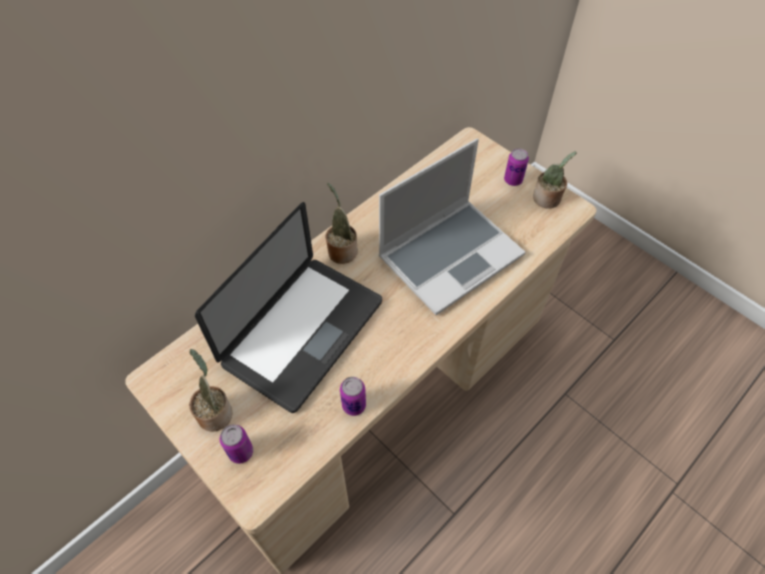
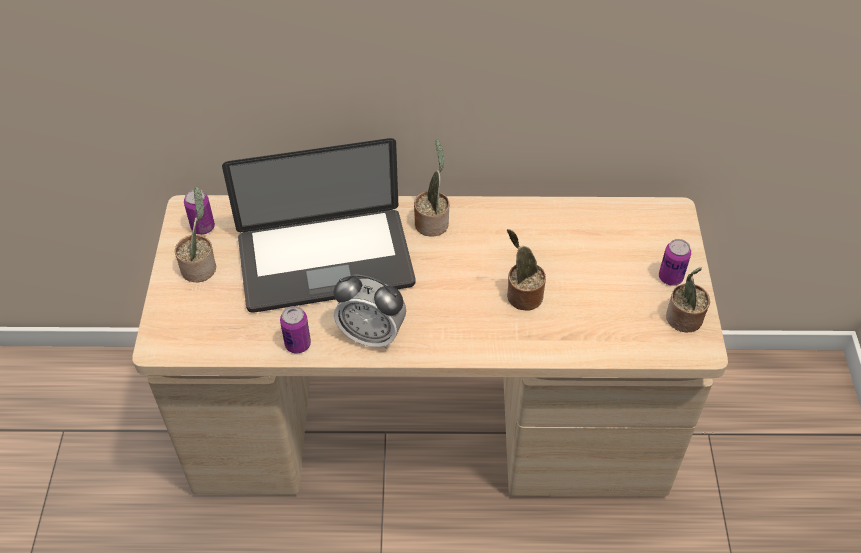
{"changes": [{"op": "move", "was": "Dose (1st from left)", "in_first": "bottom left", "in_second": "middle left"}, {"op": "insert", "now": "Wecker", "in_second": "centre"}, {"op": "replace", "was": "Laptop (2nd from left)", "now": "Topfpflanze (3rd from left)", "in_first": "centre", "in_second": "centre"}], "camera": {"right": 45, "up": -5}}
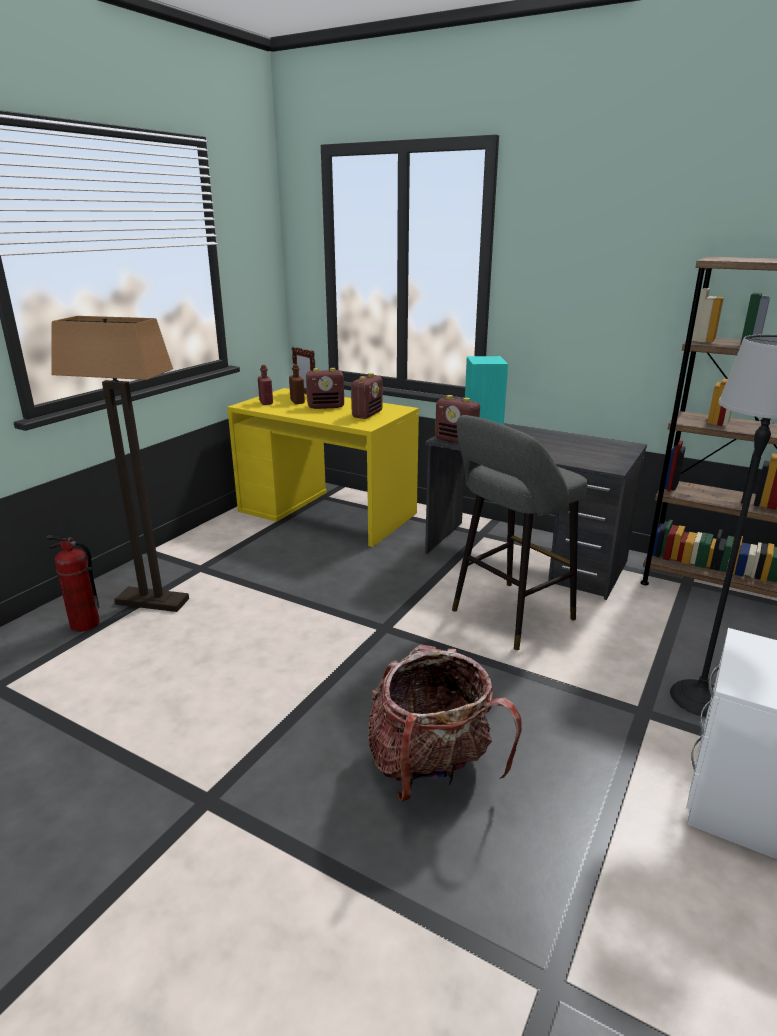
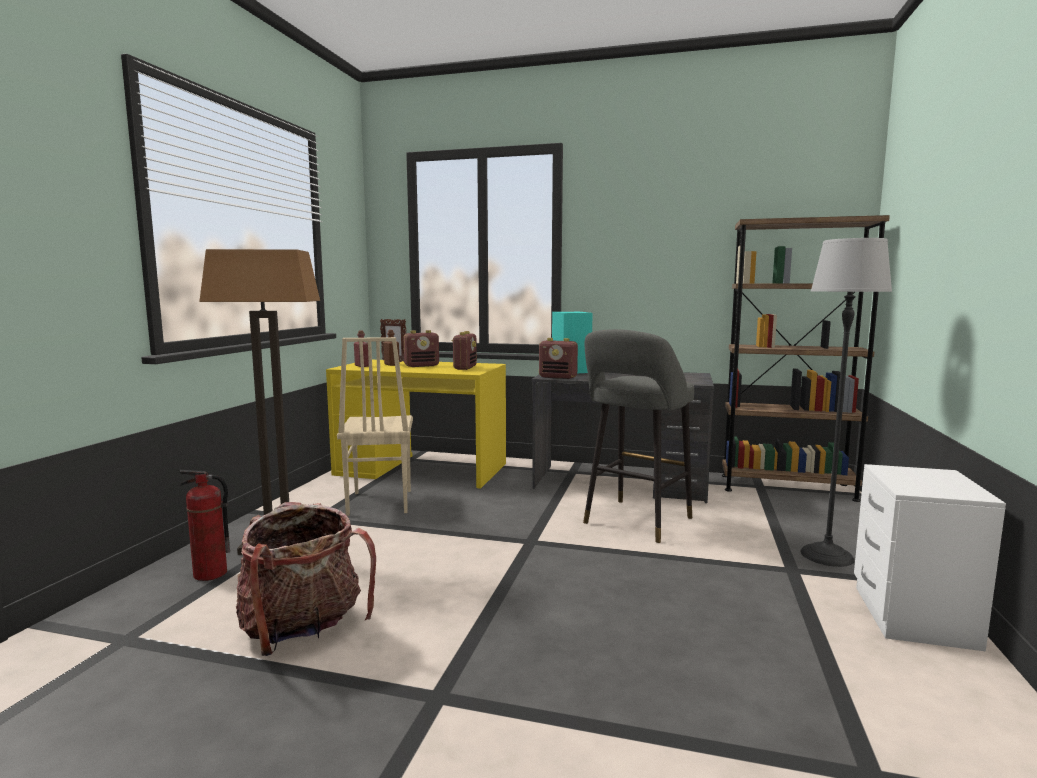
{"changes": [{"op": "move", "was": "Rucksack", "in_first": "bottom centre", "in_second": "bottom left"}, {"op": "insert", "now": "Stuhl/beige", "in_second": "centre"}], "camera": {"right": -15, "up": -15}}
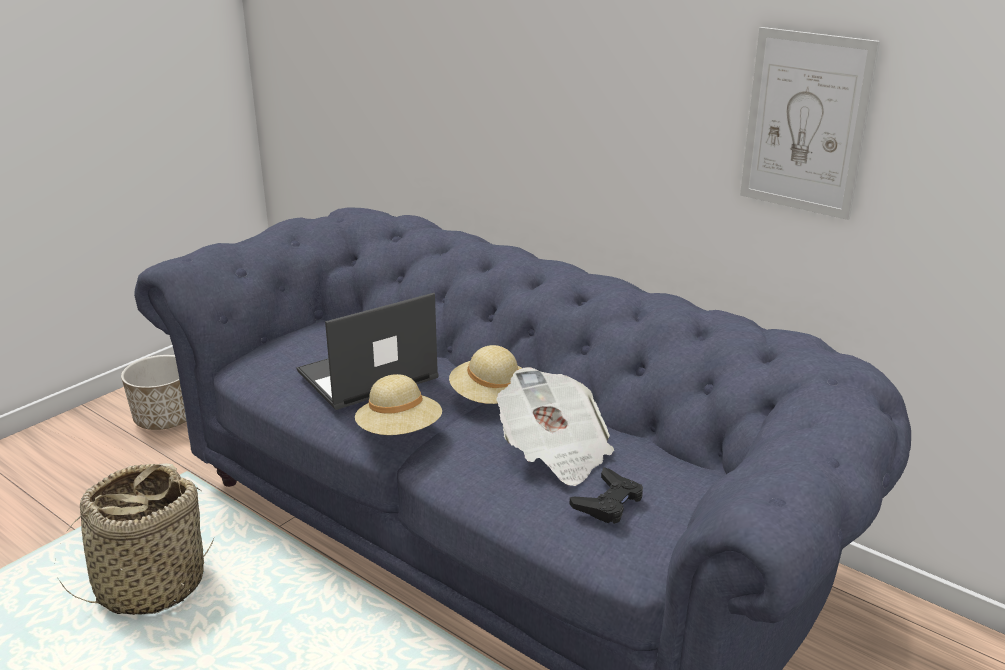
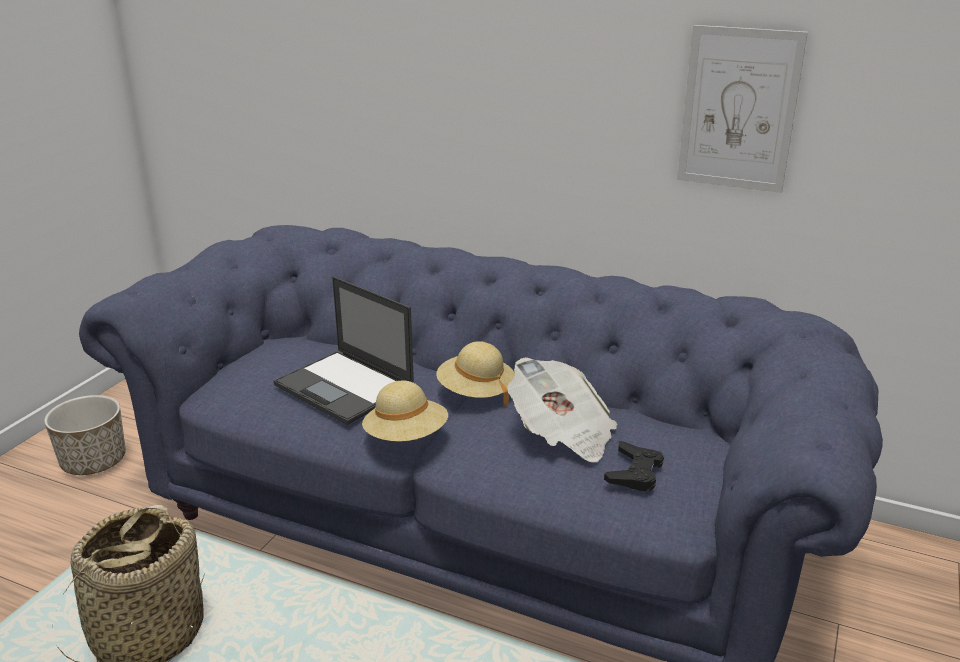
{"changes": [{"op": "rotate", "was": "Laptop", "in_first": "centre", "in_second": "centre", "clockwise": -90}], "camera": {"right": -15, "up": 0}}
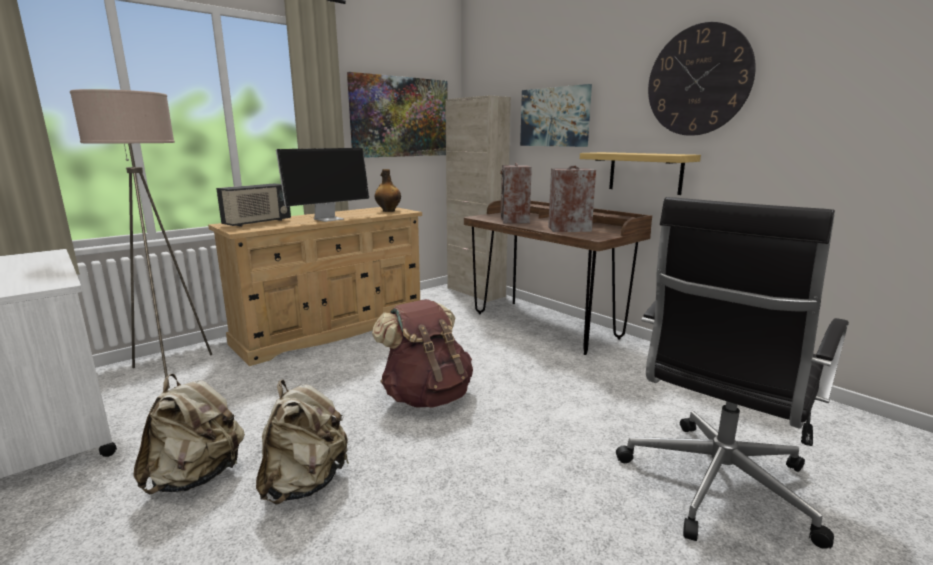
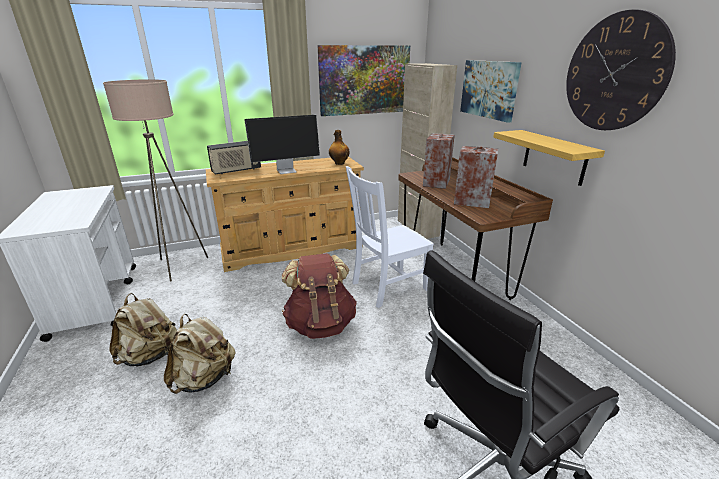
{"changes": [{"op": "insert", "now": "Stuhl/weiß", "in_second": "centre"}], "camera": {"right": 20, "up": 10}}
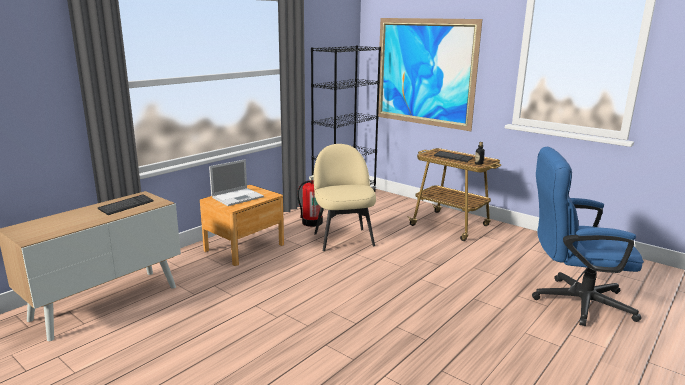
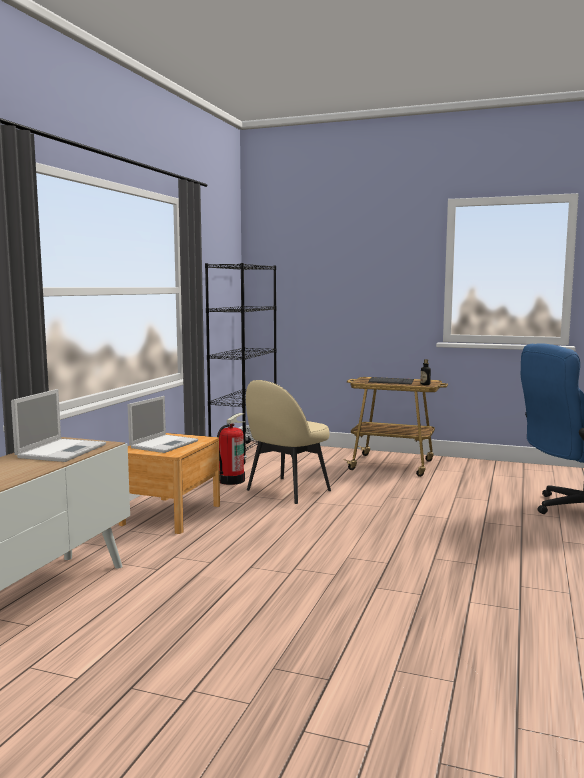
{"changes": [{"op": "replace", "was": "Tastatur (1st from left)", "now": "Laptop (1st from left)", "in_first": "middle left", "in_second": "middle left"}, {"op": "rotate", "was": "Stuhl/beige", "in_first": "centre", "in_second": "centre", "clockwise": -105}, {"op": "delete", "was": "Bild", "in_first": "top centre"}], "camera": {"right": -20, "up": -10}}
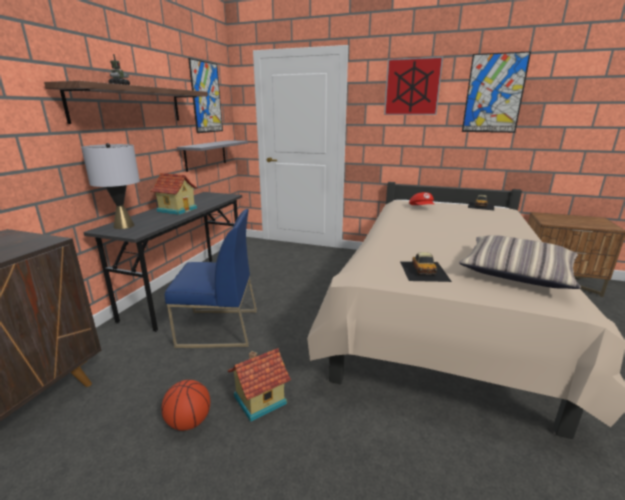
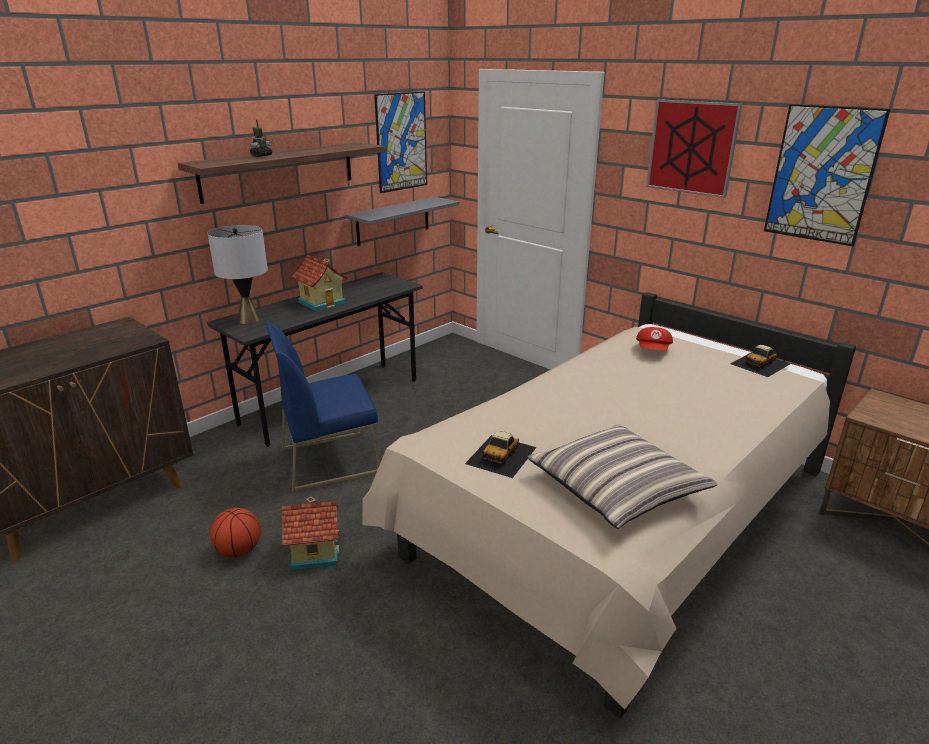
{"changes": [{"op": "rotate", "was": "Stuhl/blau", "in_first": "centre", "in_second": "centre", "clockwise": 135}], "camera": {"right": 25, "up": 5}}
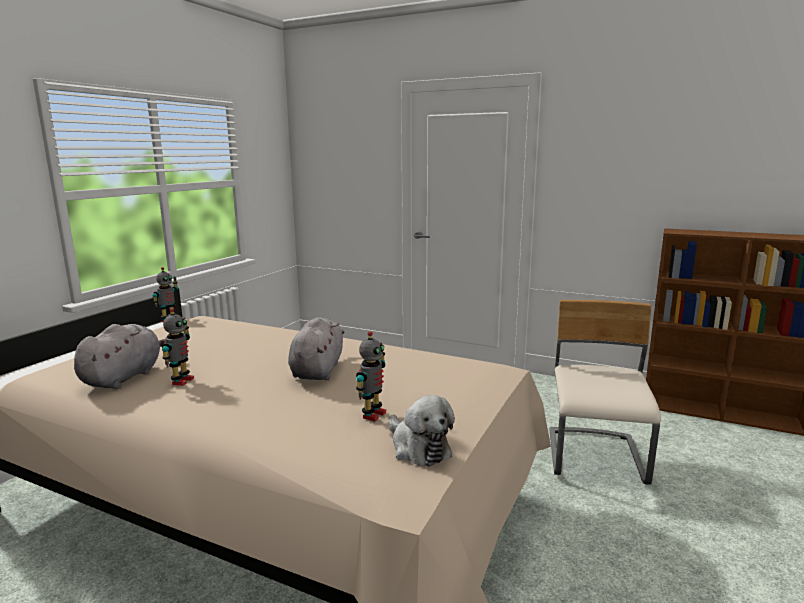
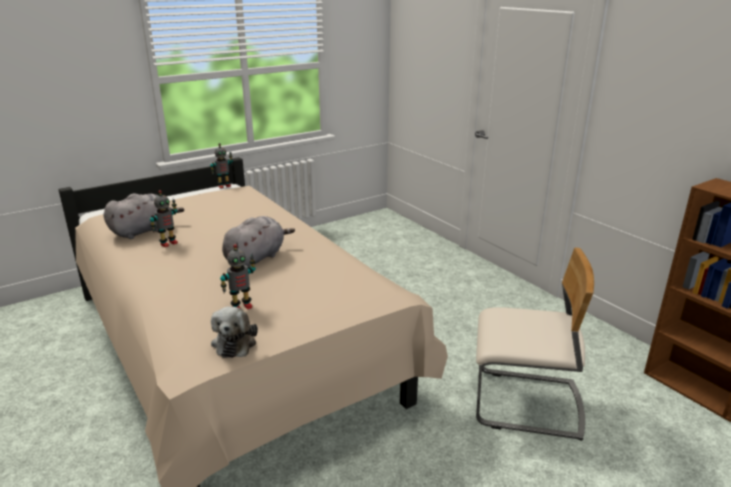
{"changes": [{"op": "rotate", "was": "Stuhl/beige", "in_first": "middle right", "in_second": "bottom right", "clockwise": 60}], "camera": {"right": 30, "up": 10}}
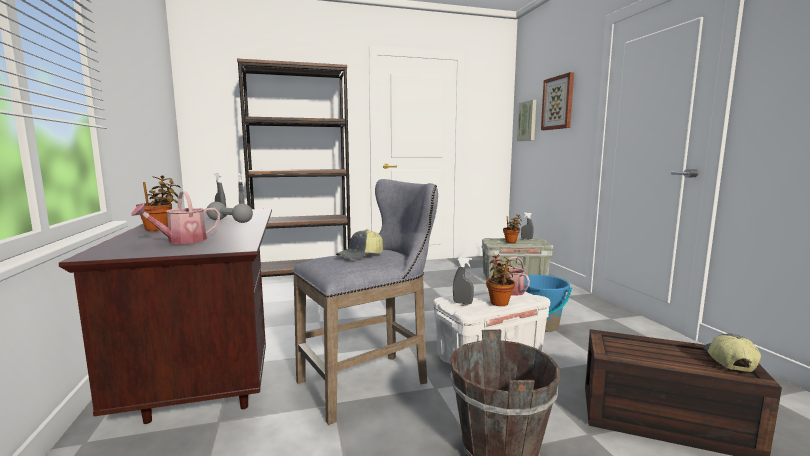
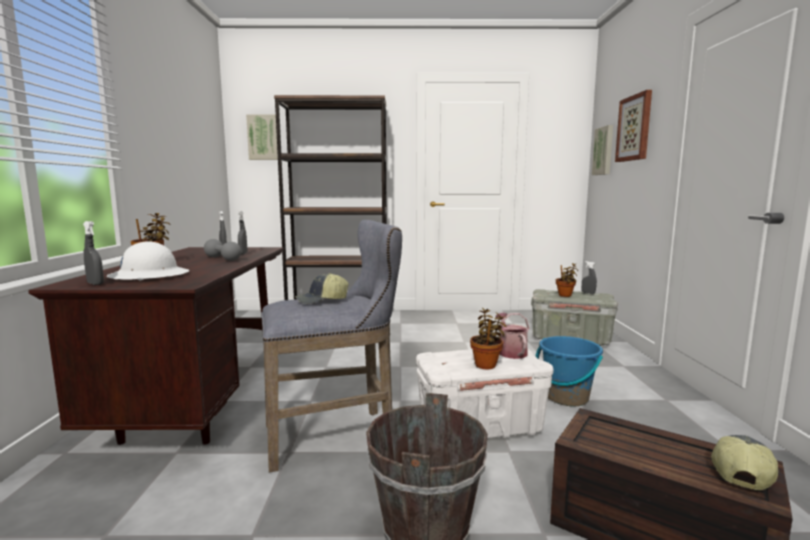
{"changes": [{"op": "move", "was": "Sprühflasche/grau (3rd from left in the first image)", "now": "Sprühflasche/grau (1st from left)", "in_first": "centre", "in_second": "middle left"}, {"op": "replace", "was": "Gießkanne (1st from left)", "now": "Schutzhelm/weiß", "in_first": "middle left", "in_second": "middle left"}, {"op": "insert", "now": "Bild (1st from left)", "in_second": "top left"}], "camera": {"right": 15, "up": 0}}
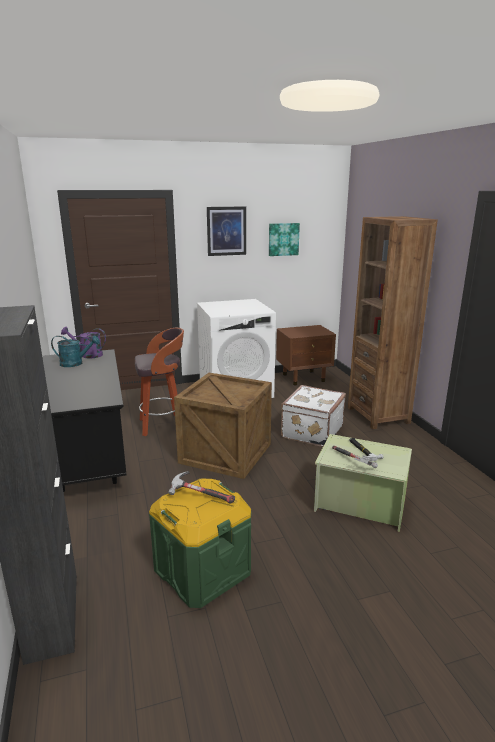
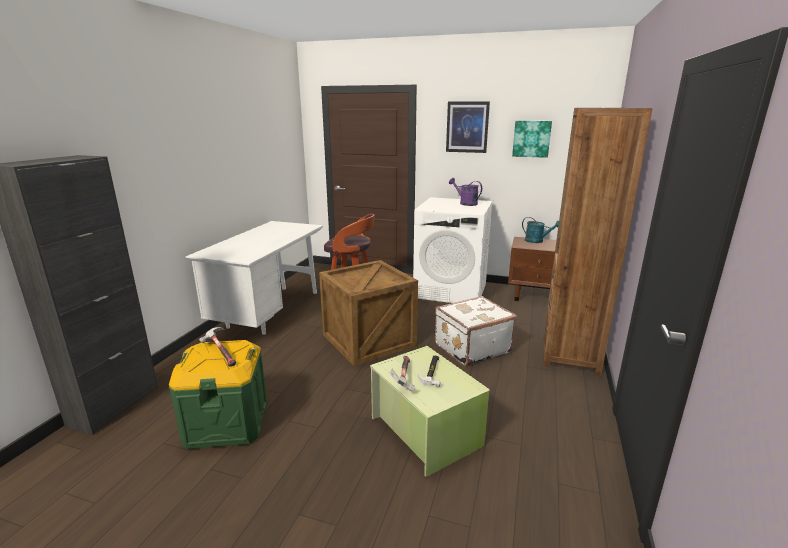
{"changes": [{"op": "recolor", "was": "Schreibtisch/schwarz", "now": "Schreibtisch/weiß", "in_first": "middle left", "in_second": "middle left"}, {"op": "move", "was": "Gießkanne/lila", "in_first": "middle left", "in_second": "centre"}, {"op": "move", "was": "Gießkanne/türkis", "in_first": "middle left", "in_second": "middle right"}], "camera": {"right": 35, "up": 0}}
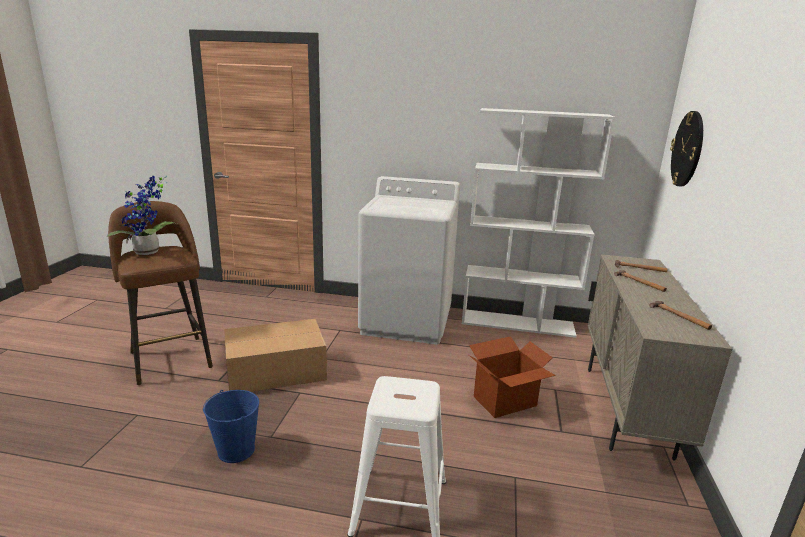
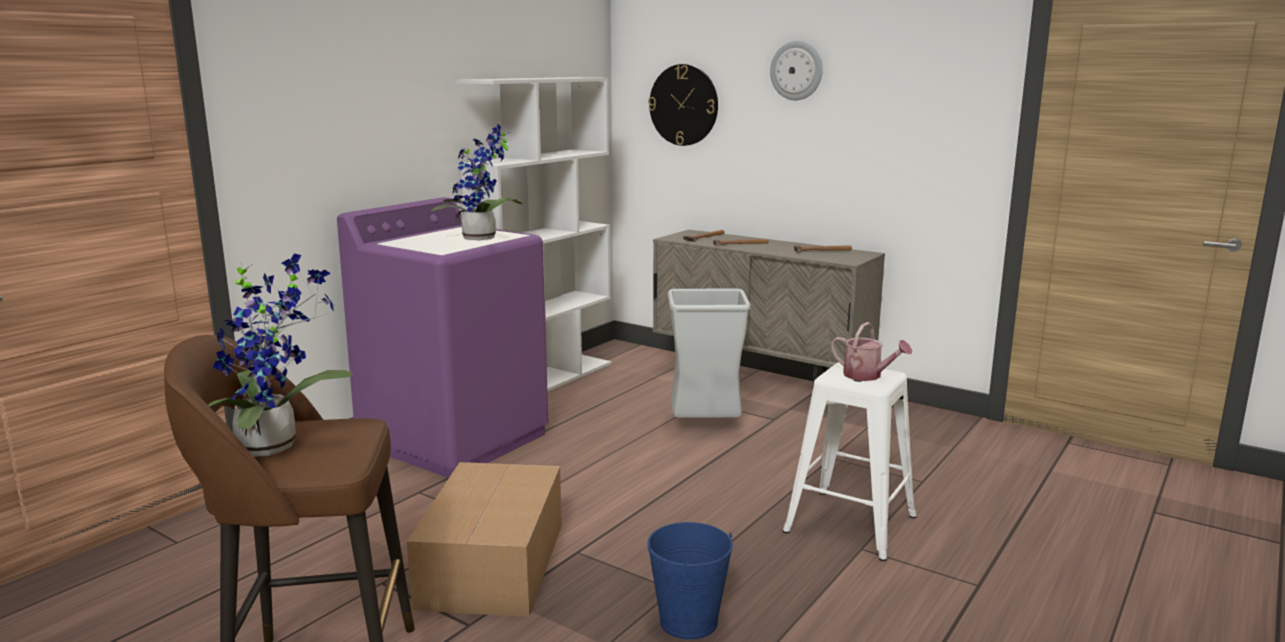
{"changes": [{"op": "recolor", "was": "Waschmaschine/weiß", "now": "Waschmaschine/lila", "in_first": "centre", "in_second": "centre"}, {"op": "insert", "now": "Topfpflanze (2nd from left)", "in_second": "top centre"}, {"op": "replace", "was": "Karton (2nd from left)", "now": "Mülleimer/grau", "in_first": "bottom centre", "in_second": "centre"}, {"op": "insert", "now": "Wanduhr (2nd from left)", "in_second": "top centre"}, {"op": "insert", "now": "Gießkanne", "in_second": "middle right"}], "camera": {"right": -65, "up": -5}}
